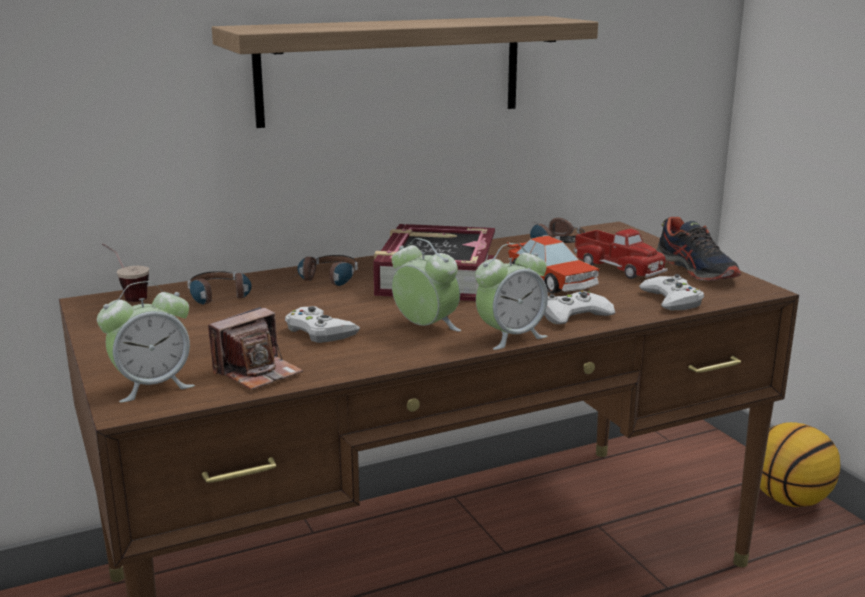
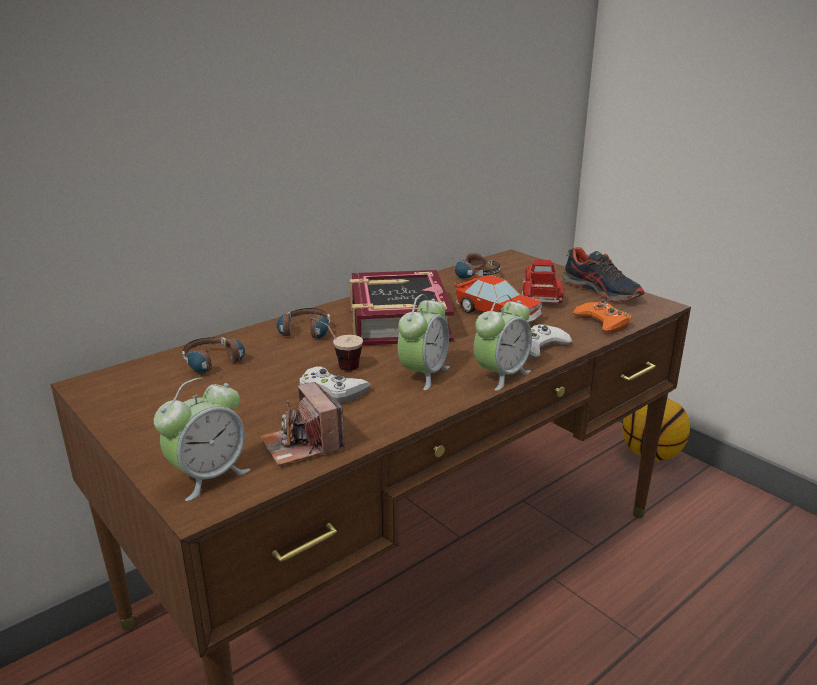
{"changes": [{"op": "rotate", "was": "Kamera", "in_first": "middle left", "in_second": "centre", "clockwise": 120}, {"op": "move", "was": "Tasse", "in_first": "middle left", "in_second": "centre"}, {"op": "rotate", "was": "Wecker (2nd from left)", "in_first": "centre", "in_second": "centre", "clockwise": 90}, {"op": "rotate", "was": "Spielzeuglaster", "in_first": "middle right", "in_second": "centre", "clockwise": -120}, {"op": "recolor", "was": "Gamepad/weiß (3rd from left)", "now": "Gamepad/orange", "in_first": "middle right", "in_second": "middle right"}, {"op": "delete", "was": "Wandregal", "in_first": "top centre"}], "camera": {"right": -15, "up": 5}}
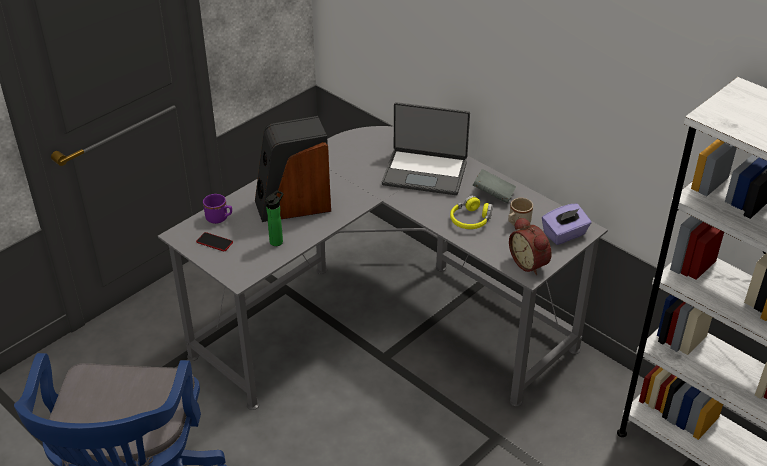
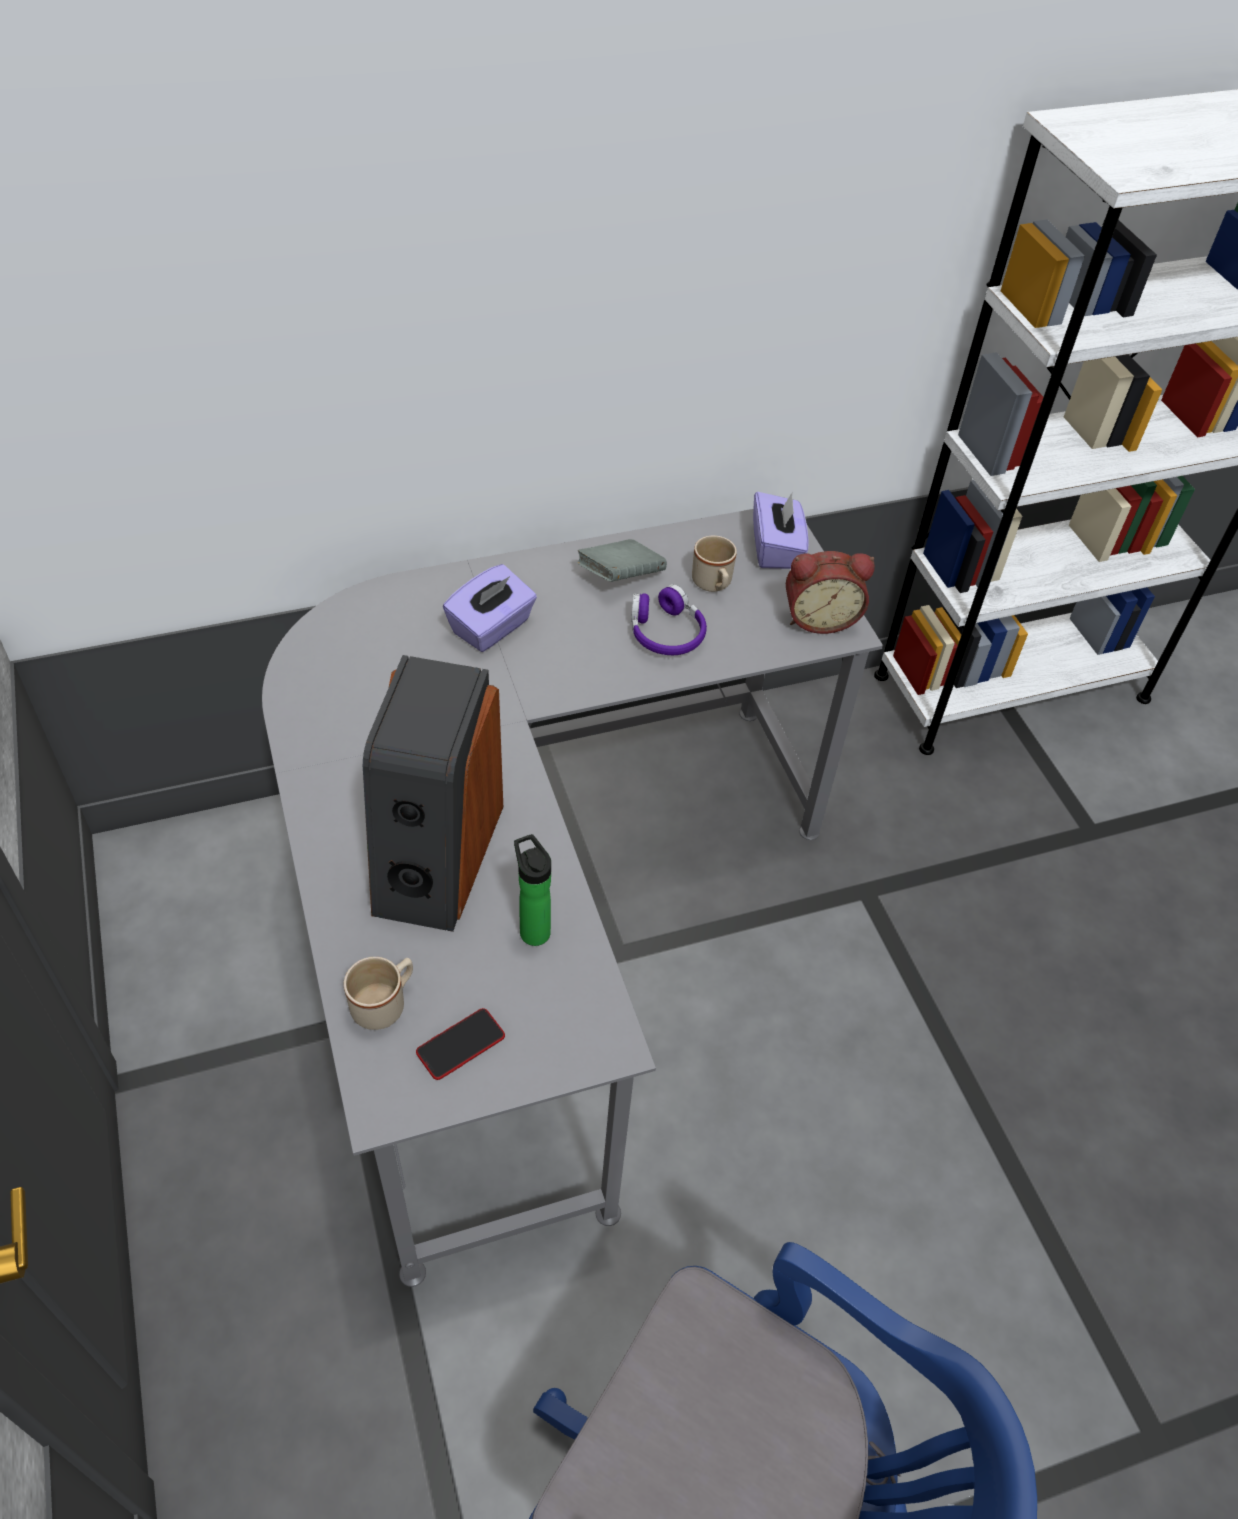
{"changes": [{"op": "recolor", "was": "Henkelbecher/lila", "now": "Henkelbecher/beige (1st from left)", "in_first": "middle left", "in_second": "middle left"}, {"op": "replace", "was": "Laptop", "now": "Taschentuchbox/lila (1st from left)", "in_first": "top centre", "in_second": "centre"}, {"op": "recolor", "was": "Kopfhörer/gelb", "now": "Kopfhörer/lila", "in_first": "centre", "in_second": "centre"}], "camera": {"right": -65, "up": 10}}
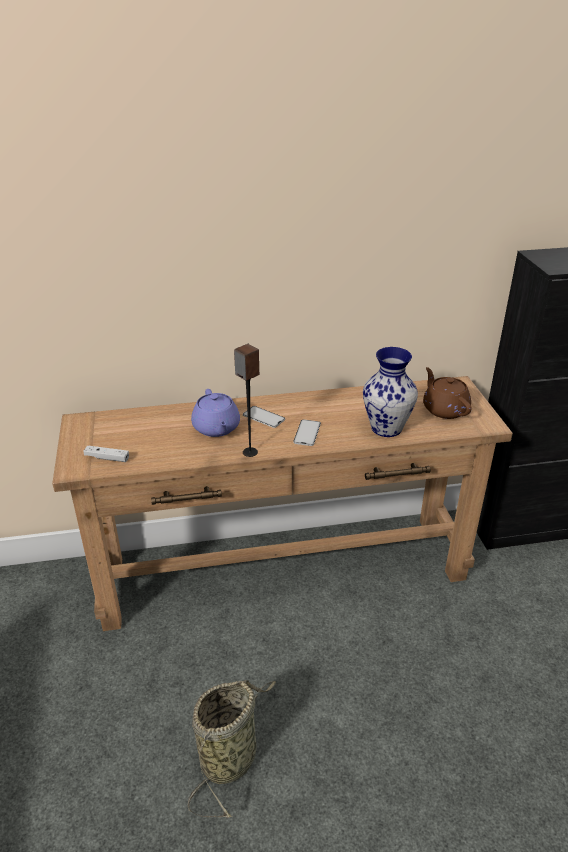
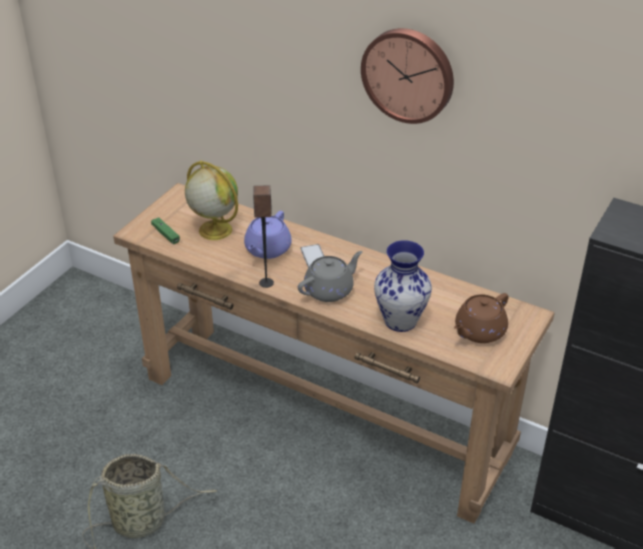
{"changes": [{"op": "recolor", "was": "Gamepad/weiß", "now": "Gamepad/grün", "in_first": "middle left", "in_second": "middle left"}, {"op": "insert", "now": "Globus", "in_second": "middle left"}, {"op": "replace", "was": "Handy (2nd from left)", "now": "Teekanne/grau", "in_first": "centre", "in_second": "centre"}, {"op": "insert", "now": "Wanduhr", "in_second": "top centre"}, {"op": "rotate", "was": "Teekanne/braun", "in_first": "middle right", "in_second": "middle right", "clockwise": -150}], "camera": {"right": 40, "up": 5}}
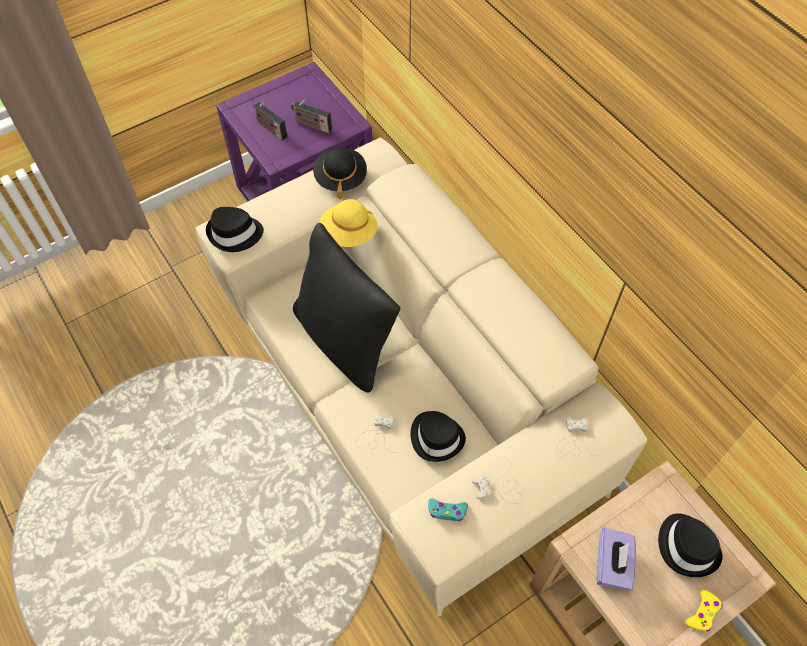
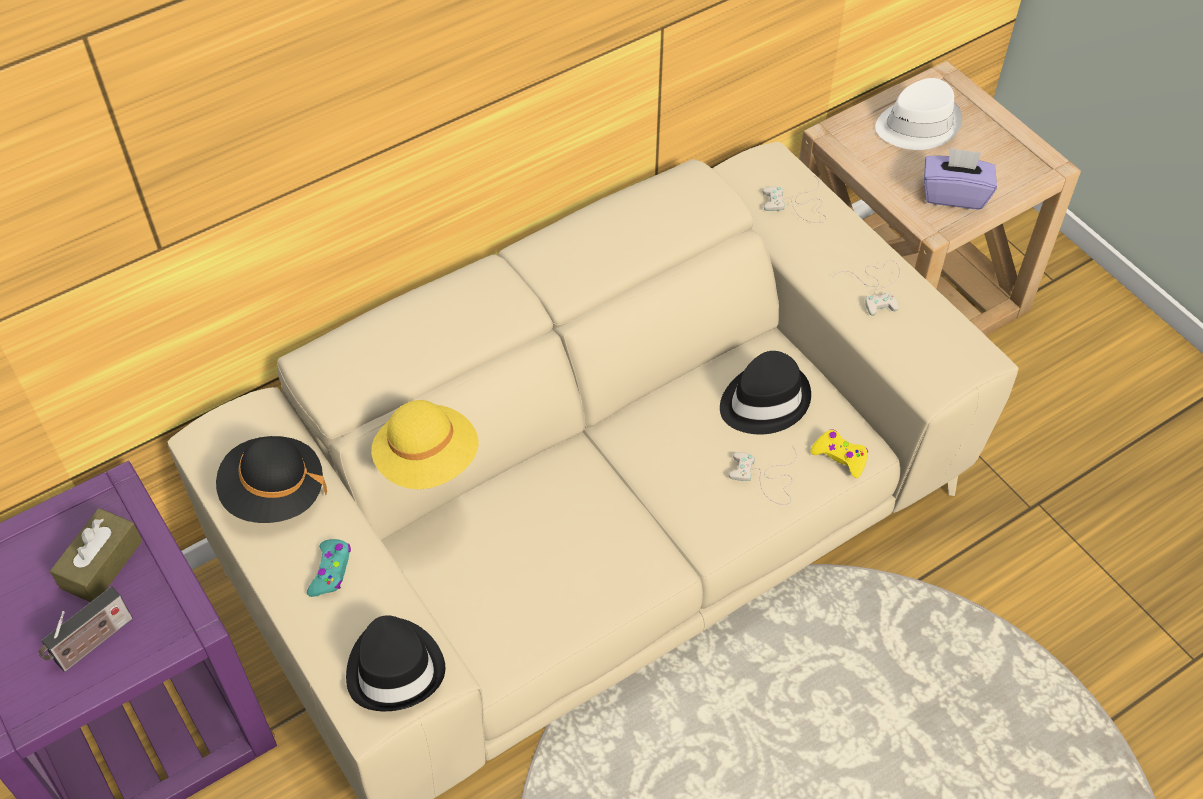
{"changes": [{"op": "replace", "was": "Radio (2nd from left)", "now": "Taschentuchbox/braun", "in_first": "top centre", "in_second": "bottom left"}, {"op": "move", "was": "Gamepad/türkis", "in_first": "bottom centre", "in_second": "bottom left"}, {"op": "move", "was": "Gamepad/gelb", "in_first": "bottom right", "in_second": "middle right"}, {"op": "recolor", "was": "Hut/schwarz (4th from left)", "now": "Hut/weiß", "in_first": "bottom right", "in_second": "top right"}, {"op": "delete", "was": "Kissen/schwarz", "in_first": "centre"}], "camera": {"right": -90, "up": -5}}
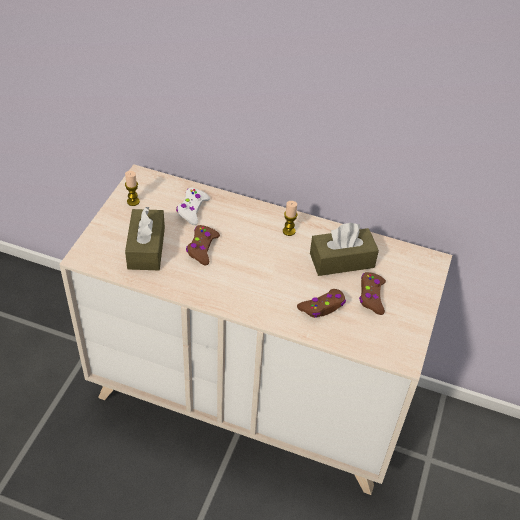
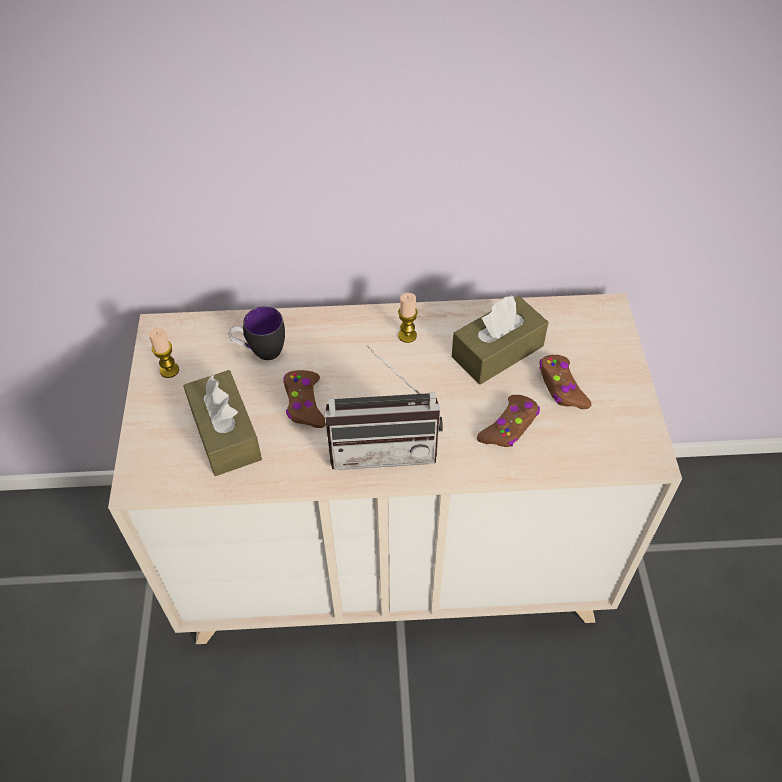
{"changes": [{"op": "replace", "was": "Gamepad/weiß", "now": "Henkelbecher", "in_first": "centre", "in_second": "middle left"}, {"op": "insert", "now": "Radio", "in_second": "centre"}], "camera": {"right": -20, "up": 5}}
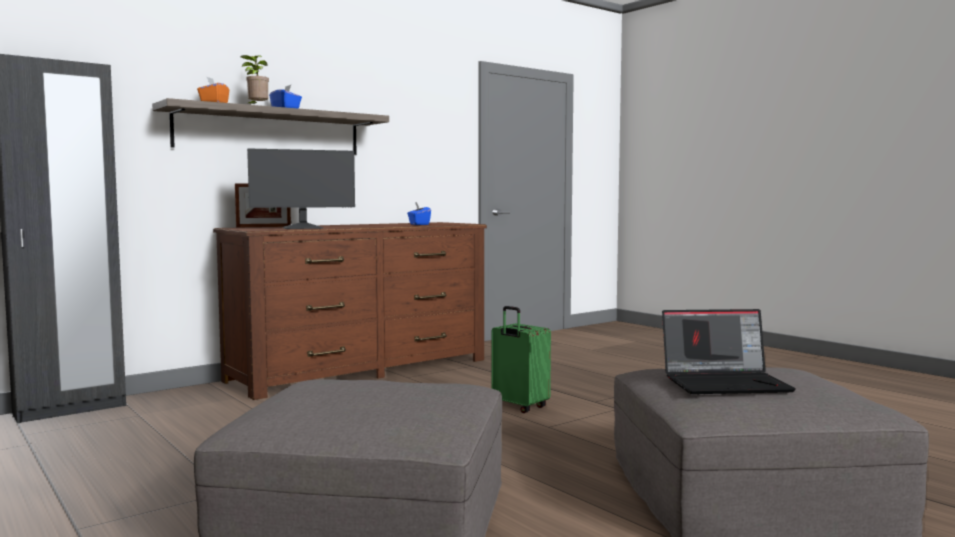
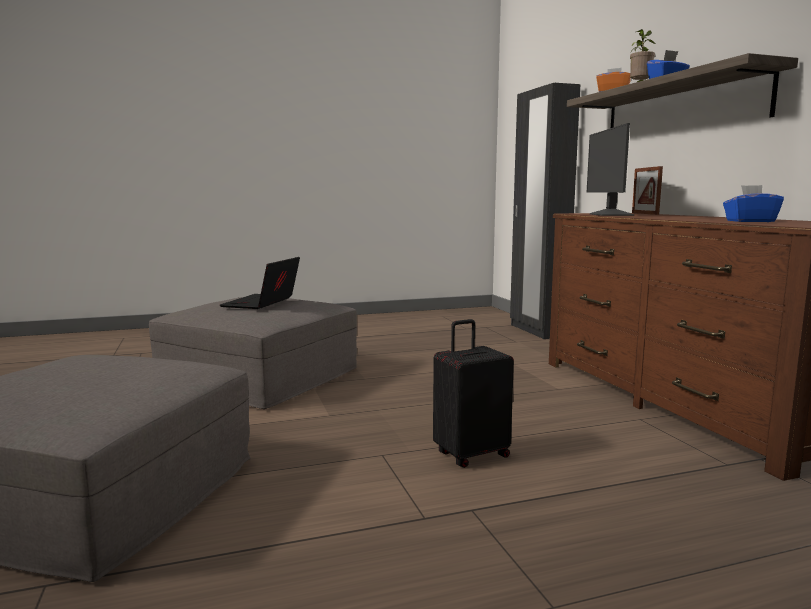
{"changes": [{"op": "move", "was": "Laptop", "in_first": "middle right", "in_second": "middle left"}, {"op": "recolor", "was": "Koffer/grün", "now": "Koffer/schwarz", "in_first": "bottom centre", "in_second": "centre"}], "camera": {"right": 110, "up": 5}}
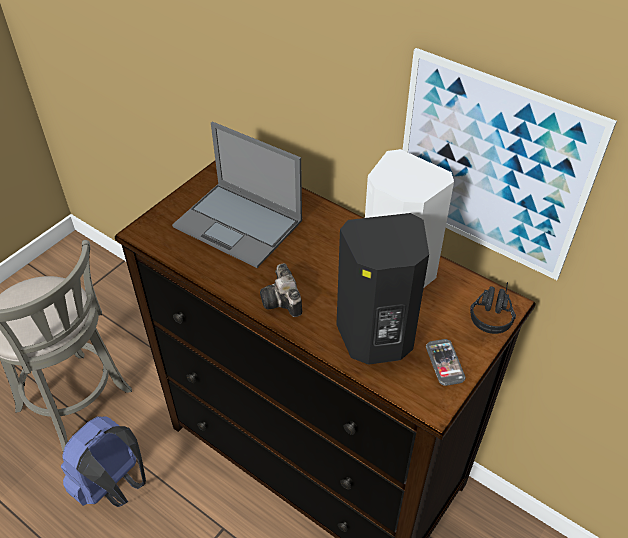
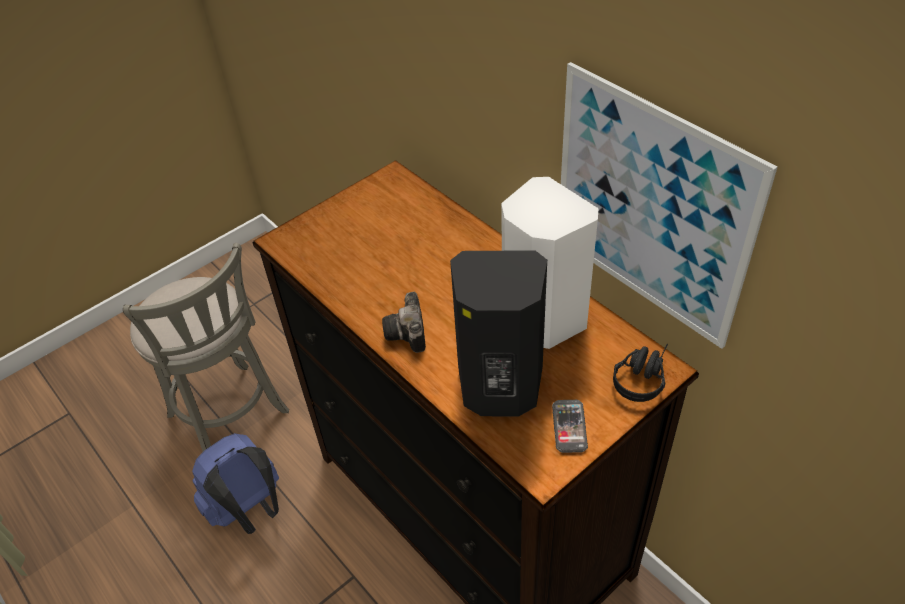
{"changes": [{"op": "delete", "was": "Laptop", "in_first": "centre"}], "camera": {"right": 15, "up": 0}}
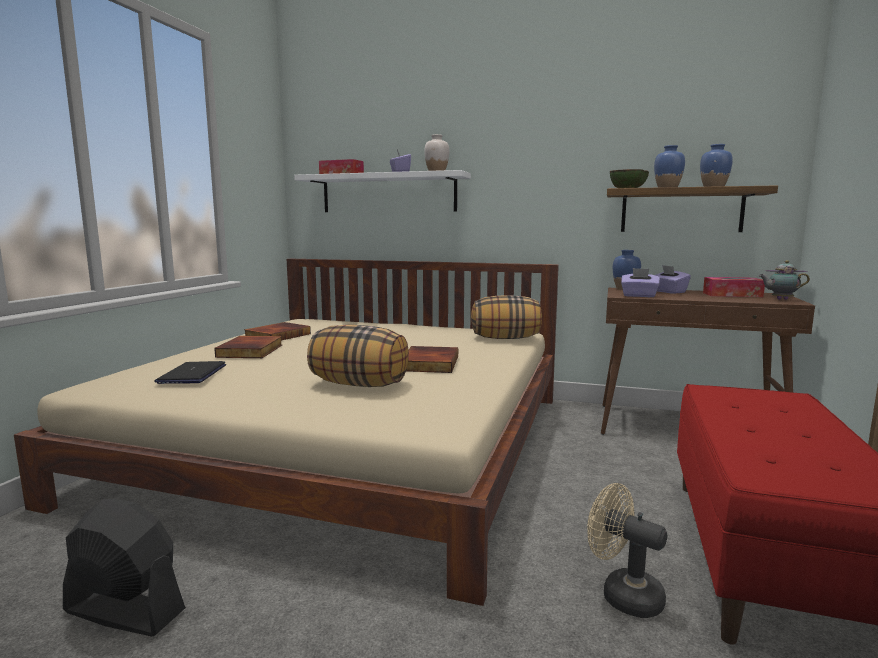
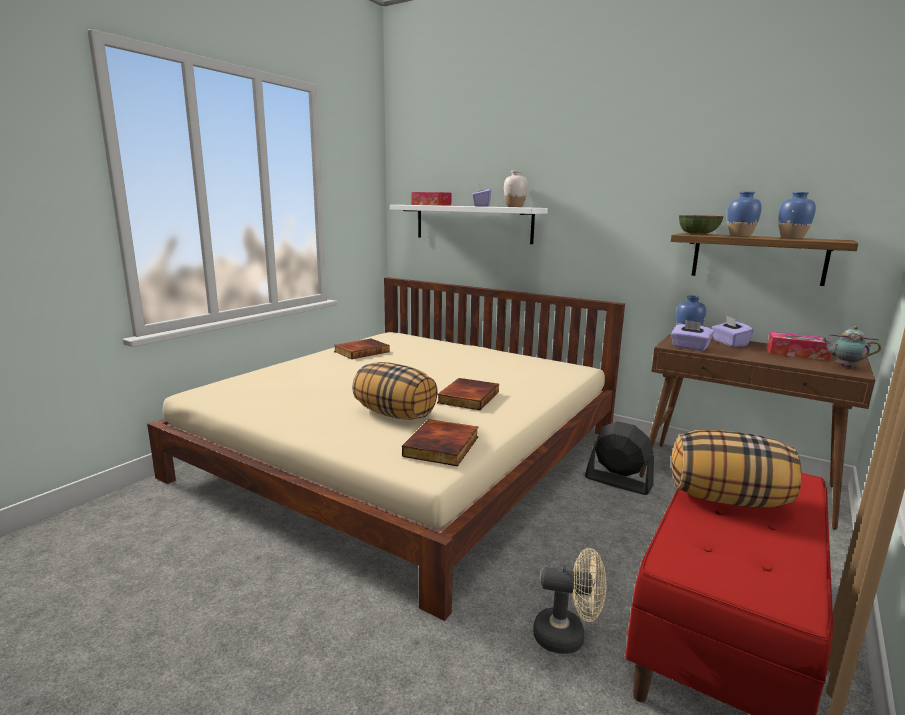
{"changes": [{"op": "move", "was": "Buch (1st from left in the first image)", "now": "Buch (2nd from left)", "in_first": "middle left", "in_second": "centre"}, {"op": "rotate", "was": "Ventilator/beige", "in_first": "bottom right", "in_second": "bottom centre", "clockwise": 135}, {"op": "move", "was": "Ventilator/schwarz", "in_first": "bottom left", "in_second": "middle right"}, {"op": "move", "was": "Kissen (2nd from left)", "in_first": "centre", "in_second": "middle right"}, {"op": "delete", "was": "Laptop", "in_first": "middle left"}], "camera": {"right": 15, "up": 5}}
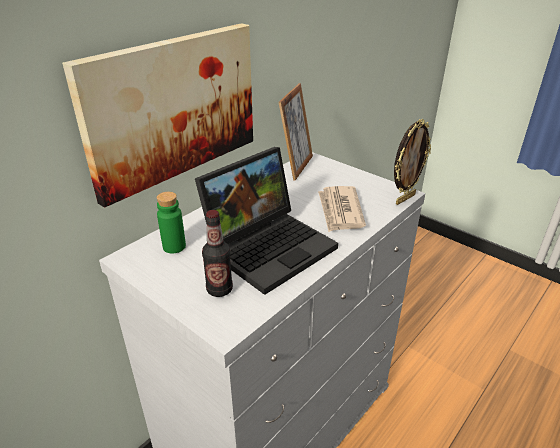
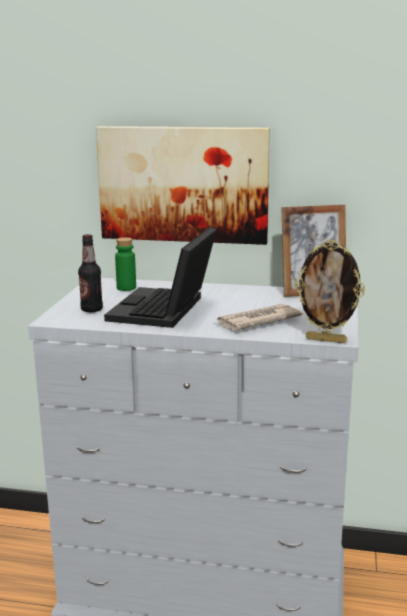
{"changes": [{"op": "rotate", "was": "Laptop", "in_first": "centre", "in_second": "centre", "clockwise": 90}], "camera": {"right": 60, "up": -15}}
